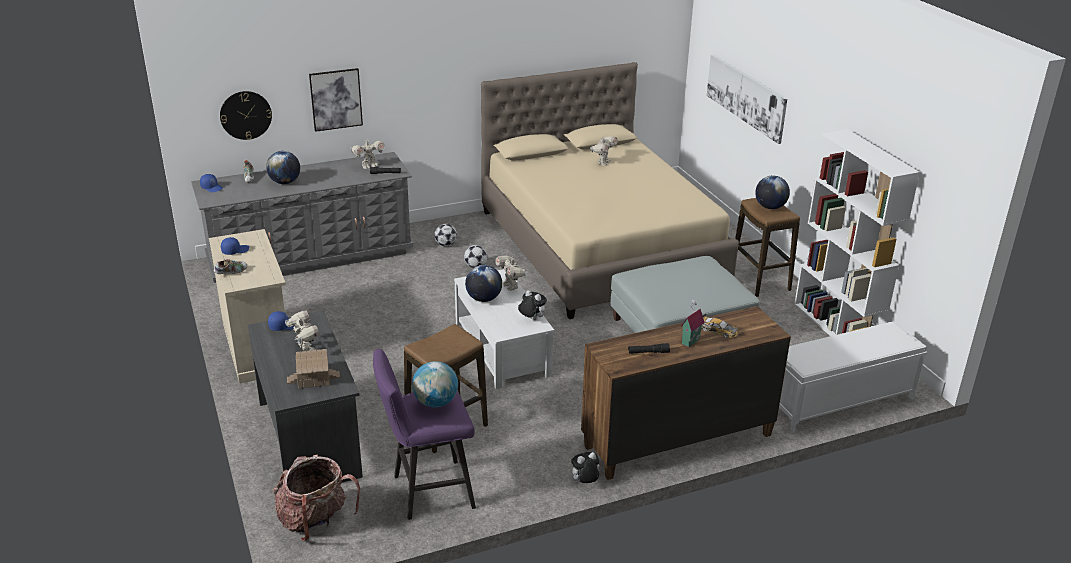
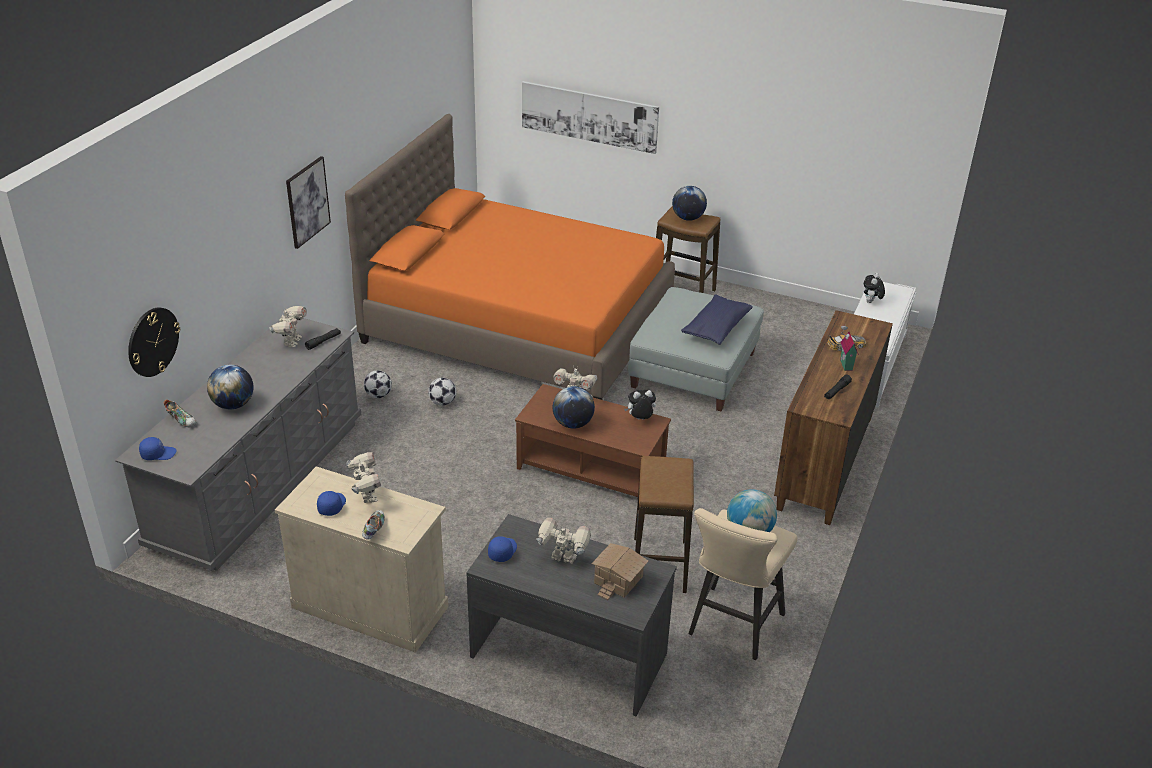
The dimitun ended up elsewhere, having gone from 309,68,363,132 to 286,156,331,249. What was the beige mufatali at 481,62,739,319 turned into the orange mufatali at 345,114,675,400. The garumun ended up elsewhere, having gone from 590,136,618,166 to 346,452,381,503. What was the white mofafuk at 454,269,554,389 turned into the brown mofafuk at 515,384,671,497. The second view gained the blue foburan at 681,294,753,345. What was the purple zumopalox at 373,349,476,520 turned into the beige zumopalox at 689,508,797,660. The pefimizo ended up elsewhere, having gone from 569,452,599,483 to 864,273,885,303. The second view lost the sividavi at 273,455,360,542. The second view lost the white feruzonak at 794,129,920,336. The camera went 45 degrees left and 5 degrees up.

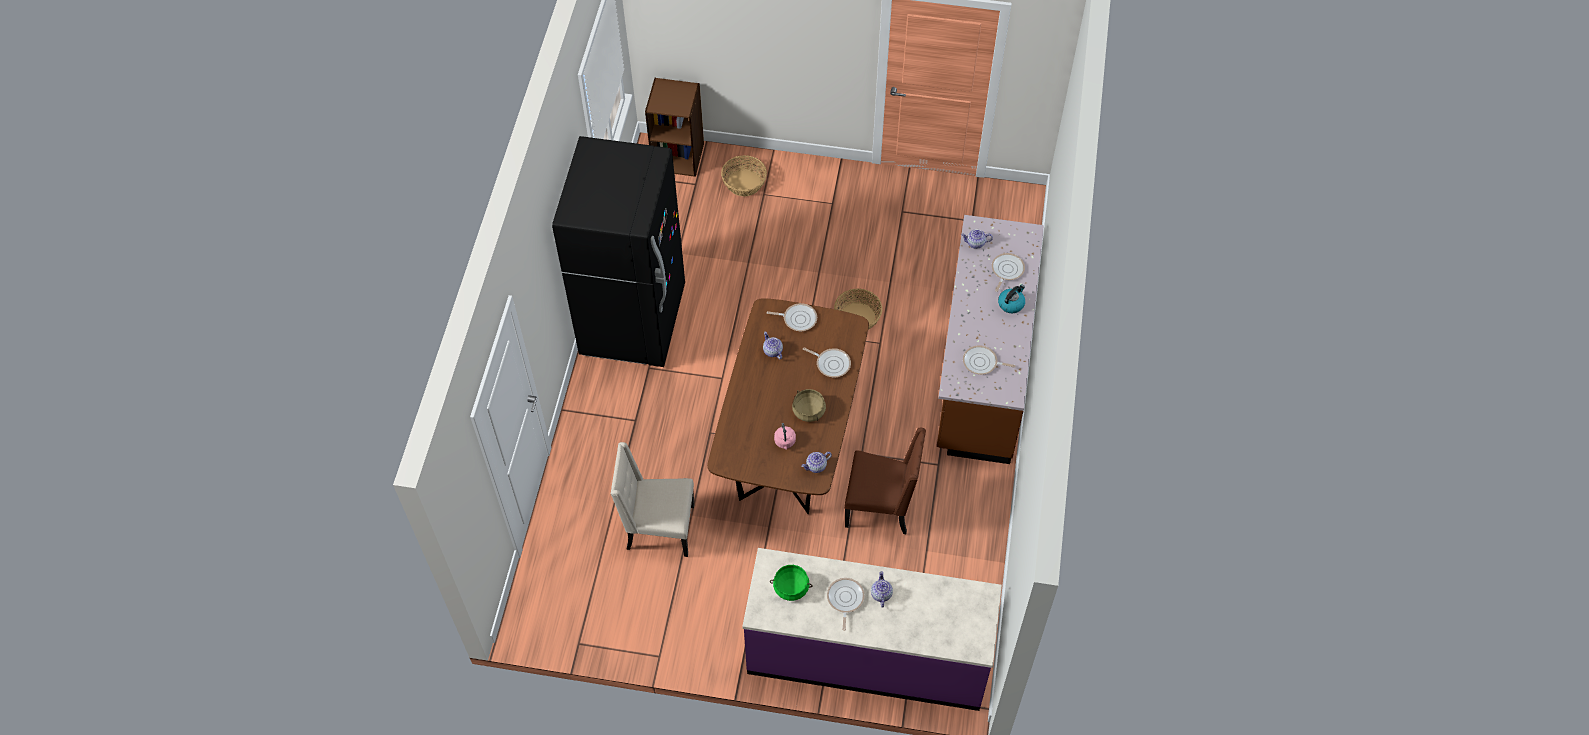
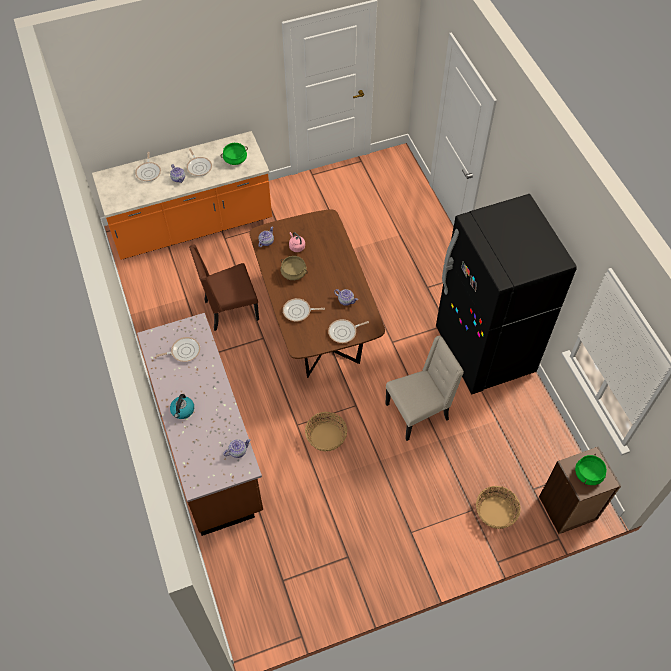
What was the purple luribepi at 742,548,1002,711 turned into the orange luribepi at 92,131,272,260. The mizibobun ended up elsewhere, having gone from 992,253,1025,292 to 135,152,161,182. The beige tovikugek ended up elsewhere, having gone from 611,442,694,557 to 385,335,464,441. The second view gained the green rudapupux at 575,454,607,485. The camera went 150 degrees right and 0 degrees up.

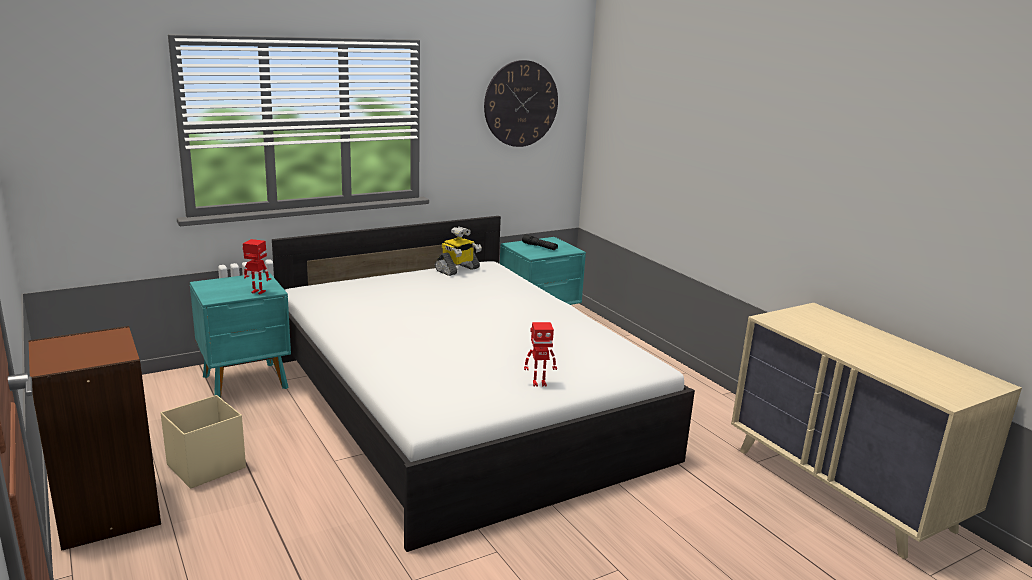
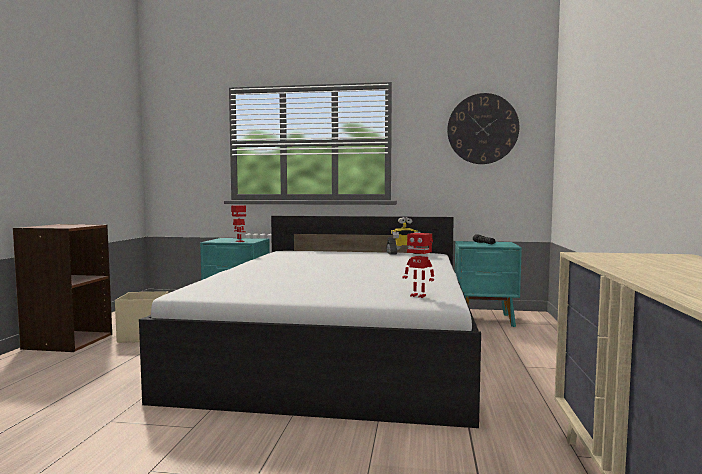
The garumun ended up elsewhere, having gone from 524,322,557,387 to 402,233,434,298. The camera went 40 degrees right and 15 degrees down.

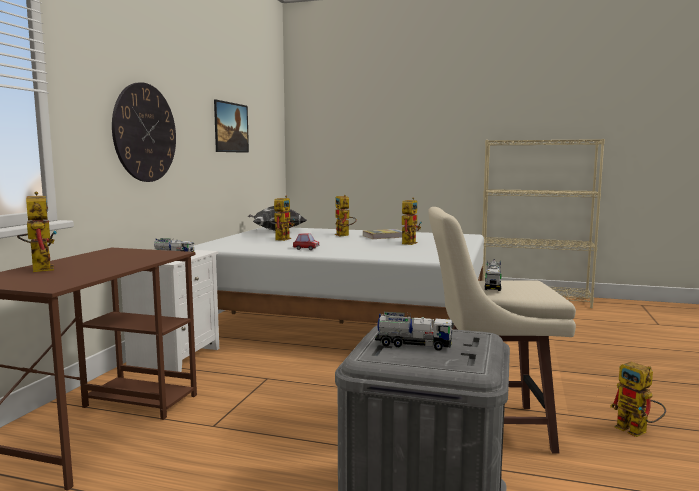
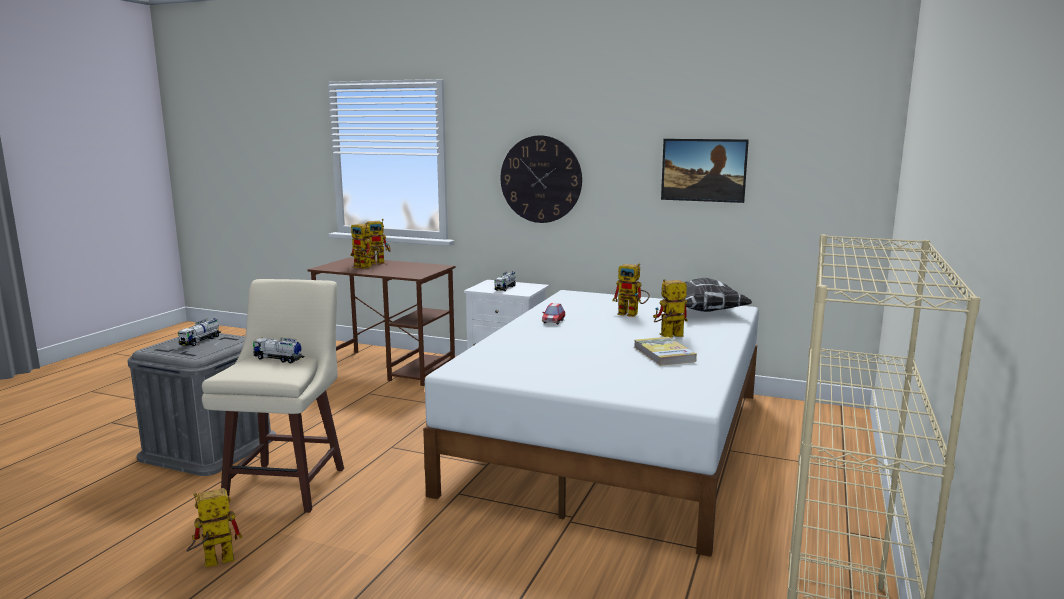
The garumun ended up elsewhere, having gone from 402,197,422,245 to 350,223,380,269. The camera went 95 degrees right and 5 degrees up.

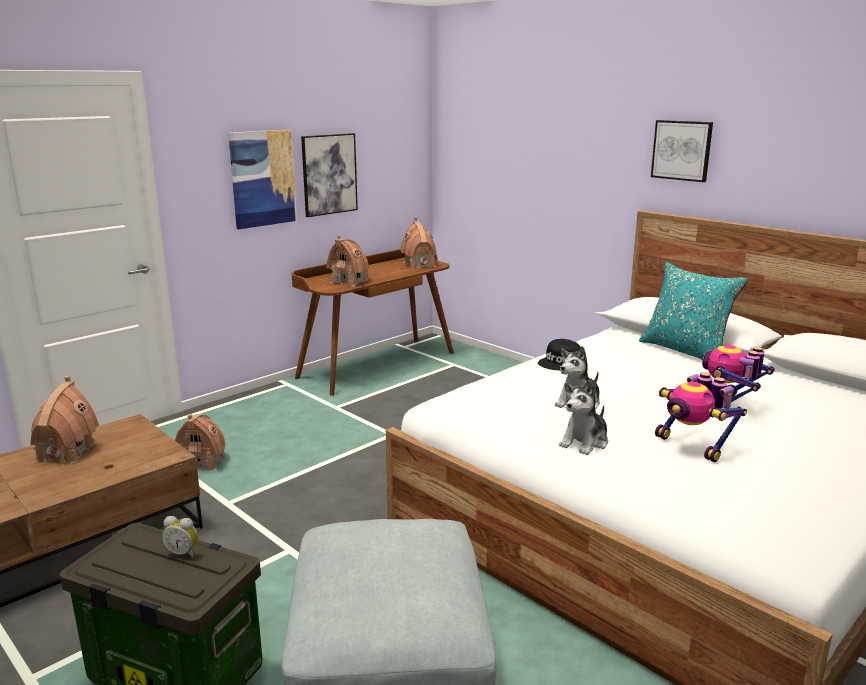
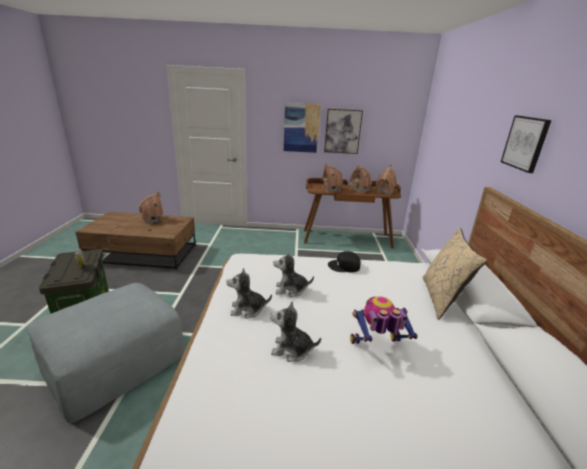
Where the garumun stood at 655,372,747,462, the pefimizo came to stand at 270,302,321,362. The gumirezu ended up elsewhere, having gone from 175,414,226,471 to 349,165,372,193. What was the turquoise foburan at 639,262,748,360 turned into the beige foburan at 422,228,487,320. The camera went 45 degrees right and 5 degrees up.

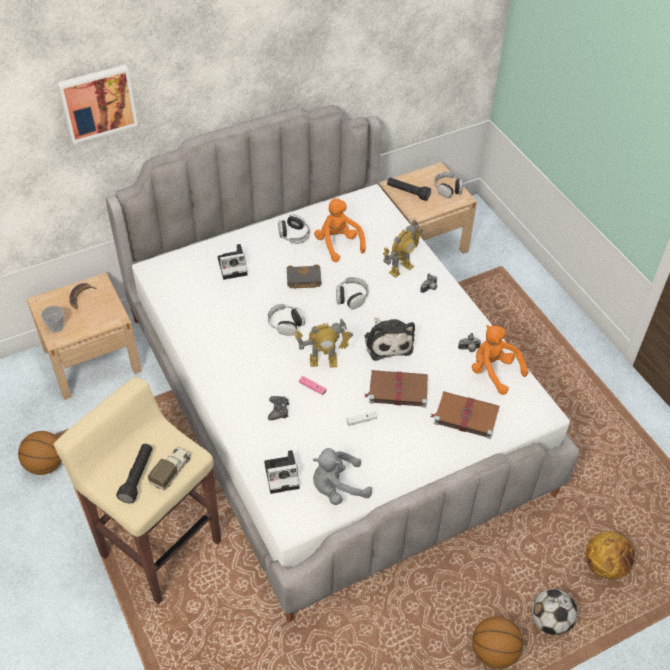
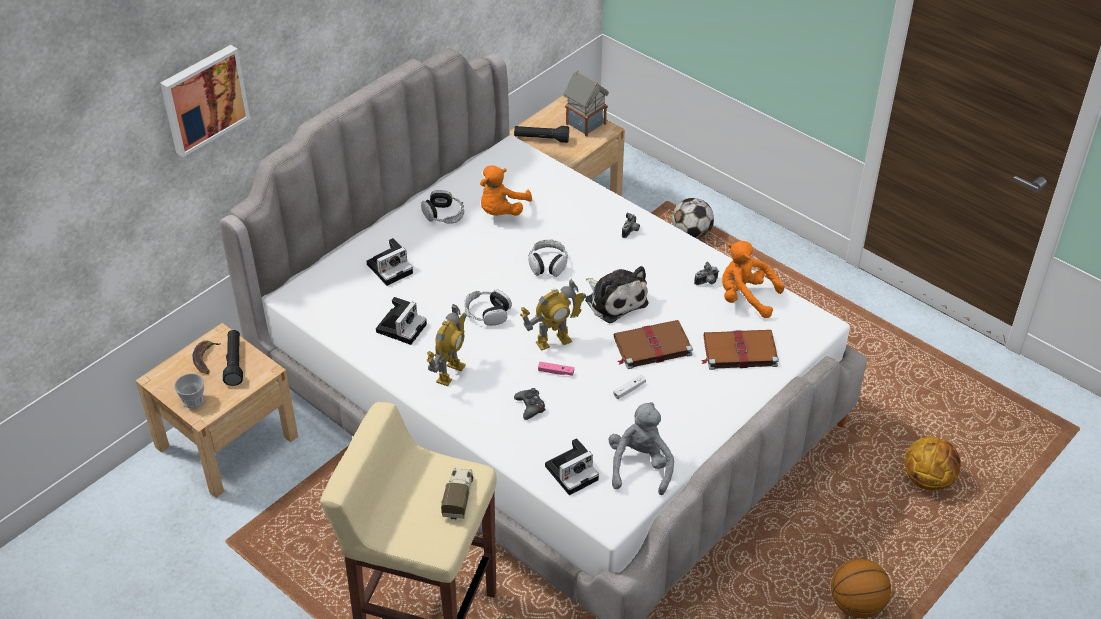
The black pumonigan ended up elsewhere, having gone from 116,444,153,503 to 223,330,243,386. The second view gained the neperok at 376,297,427,345. The garumun ended up elsewhere, having gone from 383,219,423,278 to 426,304,467,386. The orange pefimizo at 314,198,366,262 ended up facing another way, 105 degrees counterclockwise from before. Where the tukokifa stood at 434,172,463,198, the gumirezu came to stand at 564,71,609,137. The grey pefimizo at 313,448,372,505 ended up facing another way, 135 degrees clockwise from before. The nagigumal ended up elsewhere, having gone from 531,589,577,635 to 672,198,714,239. The second view lost the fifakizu at 18,431,62,475. The second view lost the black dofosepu at 287,264,321,288. The camera went 20 degrees left and 5 degrees down.

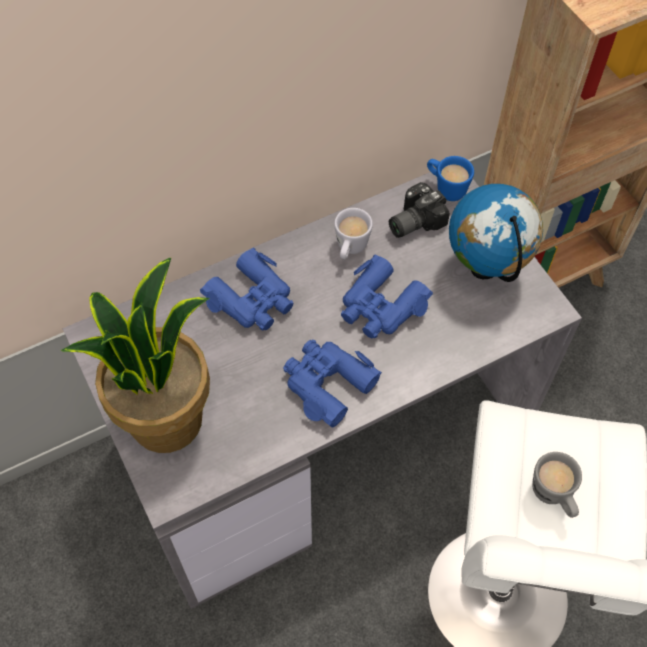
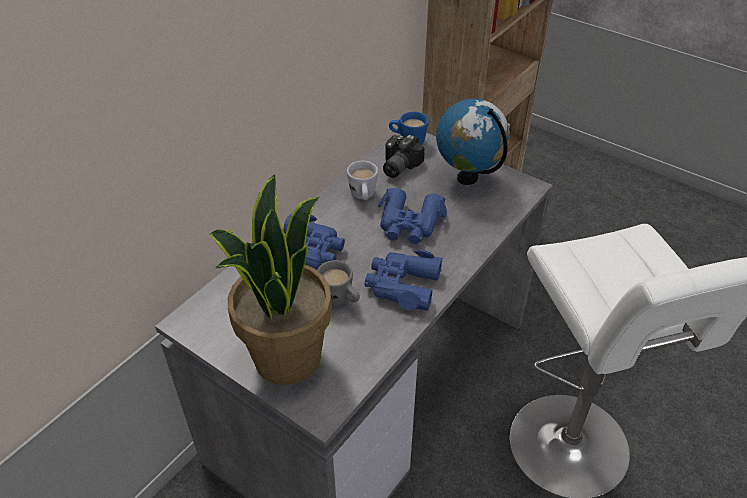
The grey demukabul ended up elsewhere, having gone from 532,452,582,518 to 317,260,360,305. The camera went 25 degrees left and 15 degrees down.

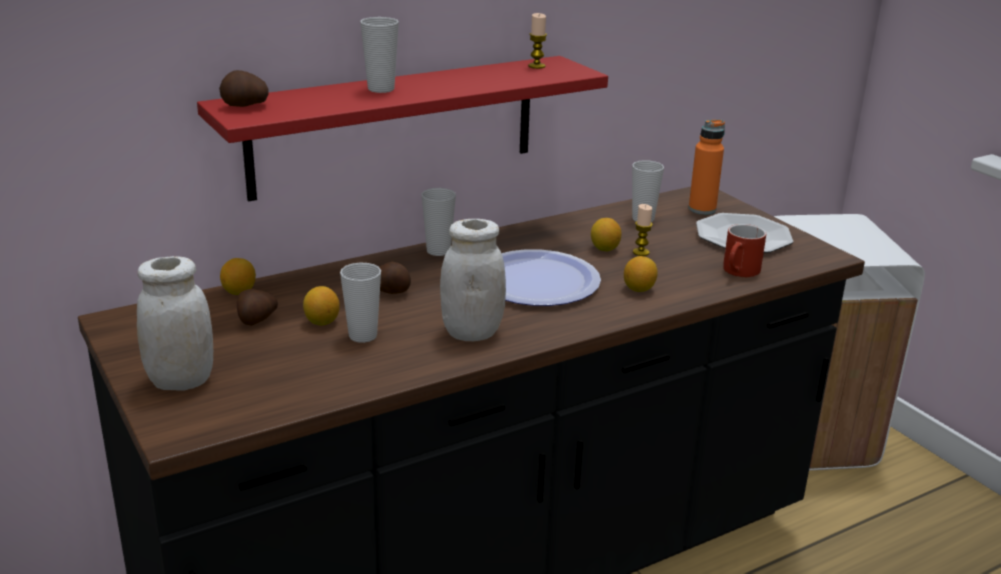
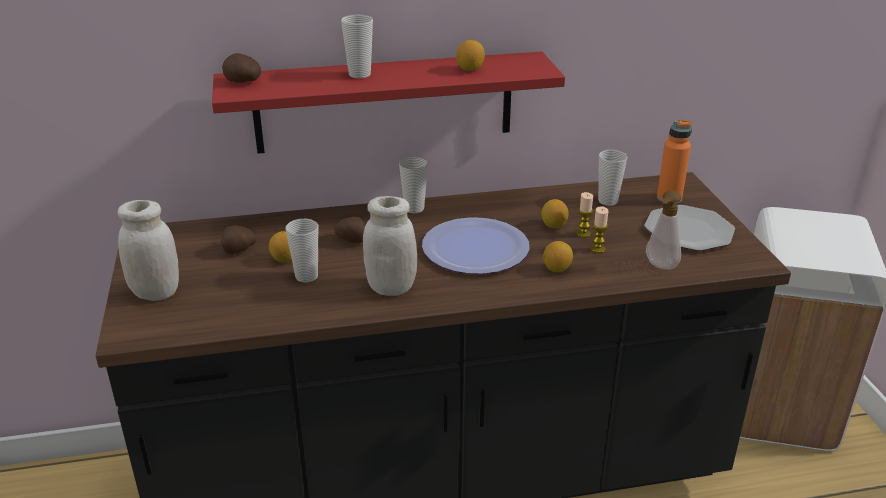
The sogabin ended up elsewhere, having gone from 220,258,256,295 to 456,40,485,71. The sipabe ended up elsewhere, having gone from 528,13,547,69 to 590,206,609,253. Where the red demukabul stood at 723,224,766,277, the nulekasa came to stand at 646,190,682,270. The camera went 20 degrees right and 5 degrees up.

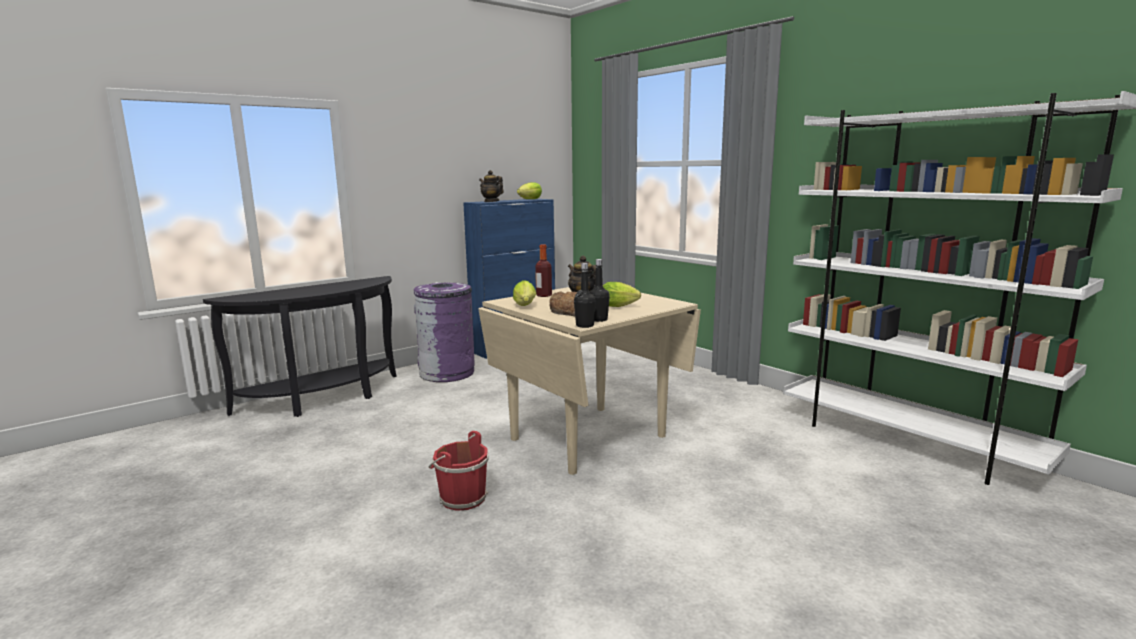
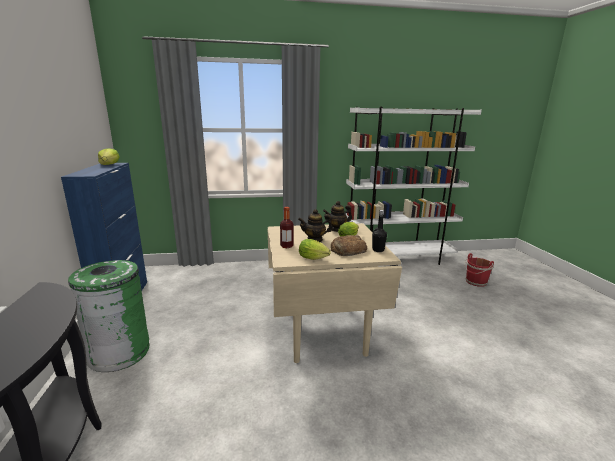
What was the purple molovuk at 414,282,475,382 turned into the green molovuk at 68,260,149,372. The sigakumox ended up elsewhere, having gone from 479,170,504,202 to 323,201,352,232. The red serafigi ended up elsewhere, having gone from 428,431,489,511 to 464,253,494,287. The second view lost the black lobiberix at 574,263,596,328. The camera went 60 degrees left and 5 degrees up.

